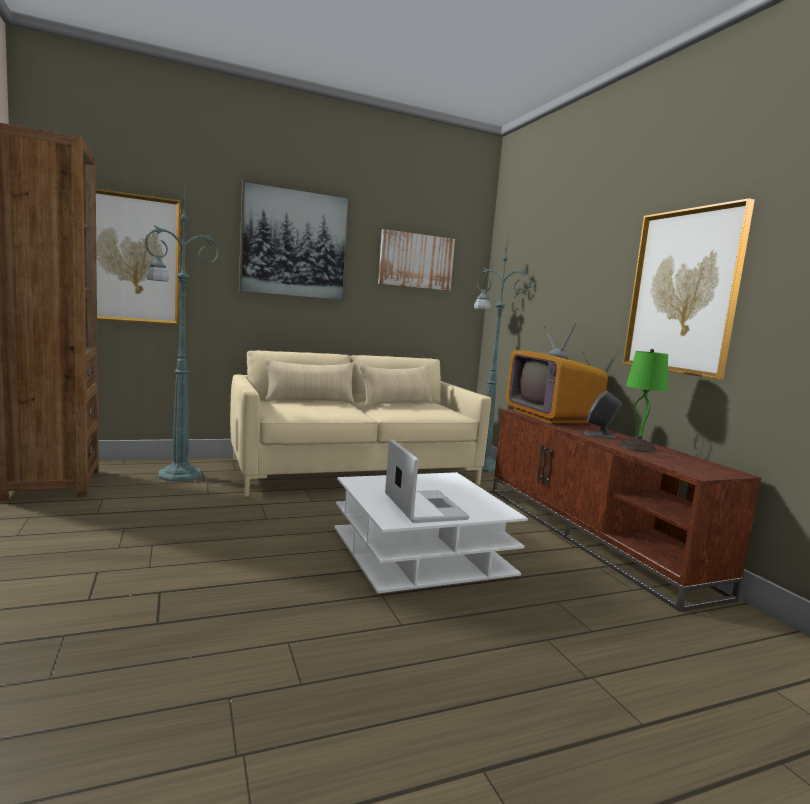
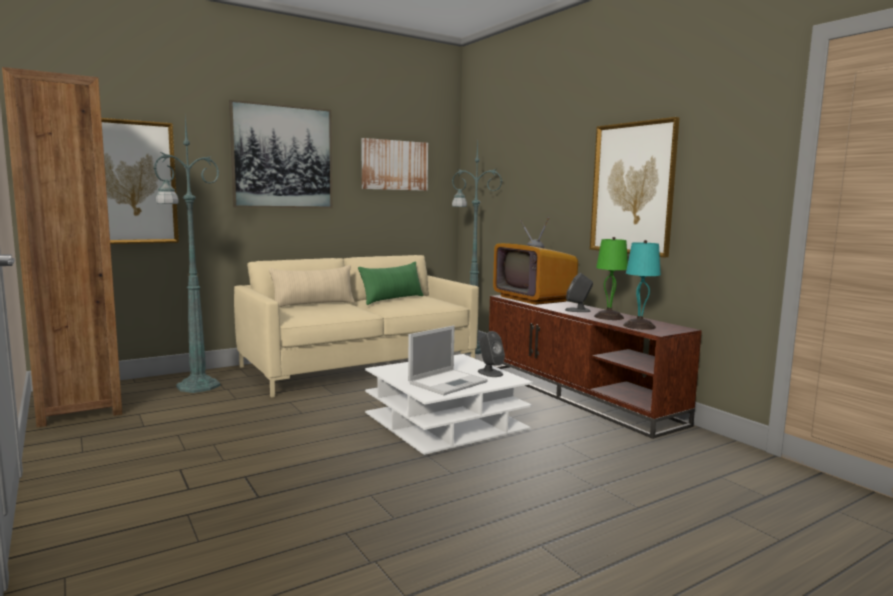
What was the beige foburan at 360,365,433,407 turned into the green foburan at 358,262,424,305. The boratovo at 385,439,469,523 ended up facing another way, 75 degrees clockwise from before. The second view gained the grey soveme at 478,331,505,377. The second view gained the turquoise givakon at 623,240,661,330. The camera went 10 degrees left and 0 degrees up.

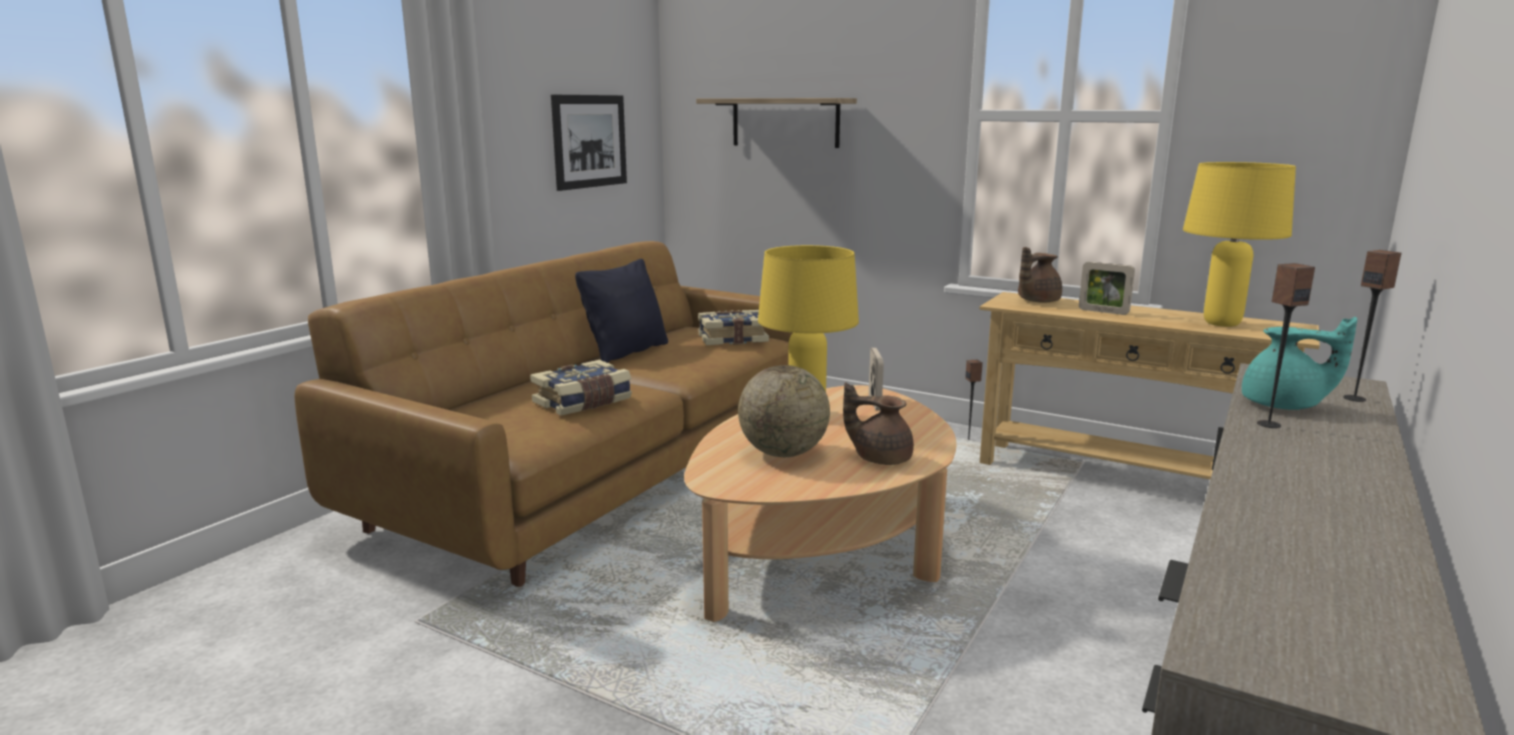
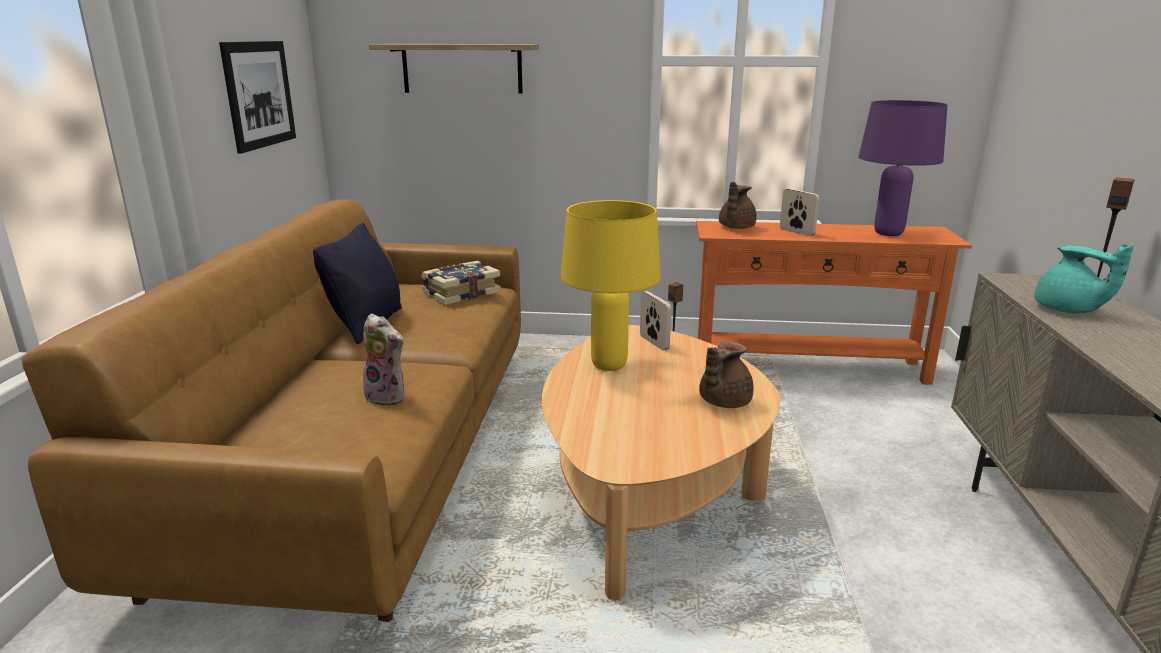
Where the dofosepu stood at 530,360,632,416, the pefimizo came to stand at 363,314,405,407. What was the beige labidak at 979,292,1320,479 turned into the orange labidak at 696,221,972,385. The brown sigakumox at 843,382,914,465 ended up facing another way, 45 degrees counterclockwise from before. The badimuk at 1079,262,1135,315 ended up facing another way, 135 degrees counterclockwise from before. What was the yellow givakon at 1183,162,1296,327 turned into the purple givakon at 859,100,948,236. The turquoise sigakumox at 1242,317,1357,410 ended up facing another way, 60 degrees clockwise from before. The second view lost the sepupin at 738,365,830,457. The second view lost the soveme at 1257,263,1315,428. The camera went 25 degrees left and 5 degrees up.

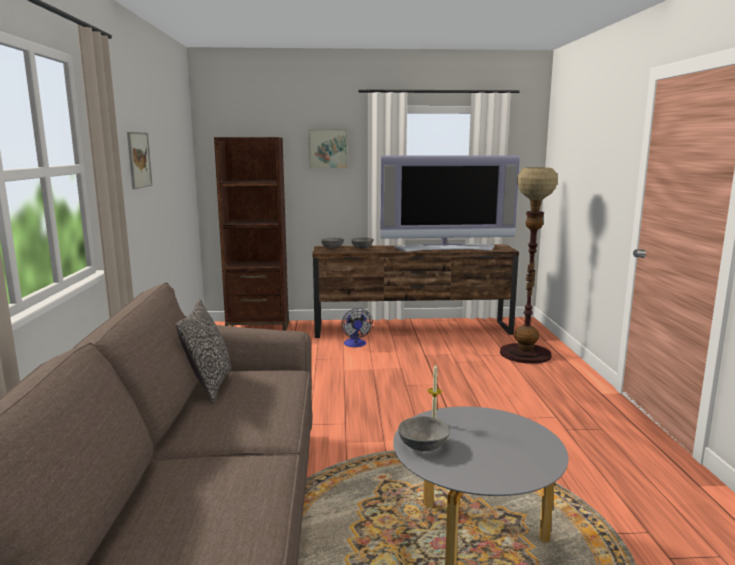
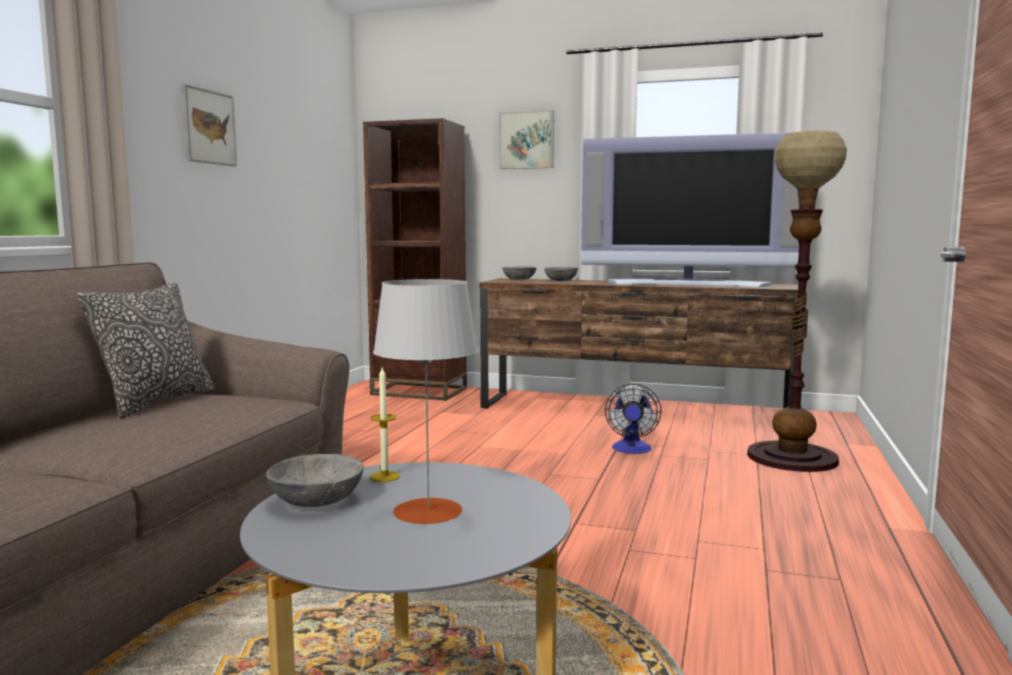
The second view gained the grey givakon at 373,279,478,525. The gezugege ended up elsewhere, having gone from 341,308,373,347 to 605,384,662,454. The camera went 20 degrees right and 5 degrees down.

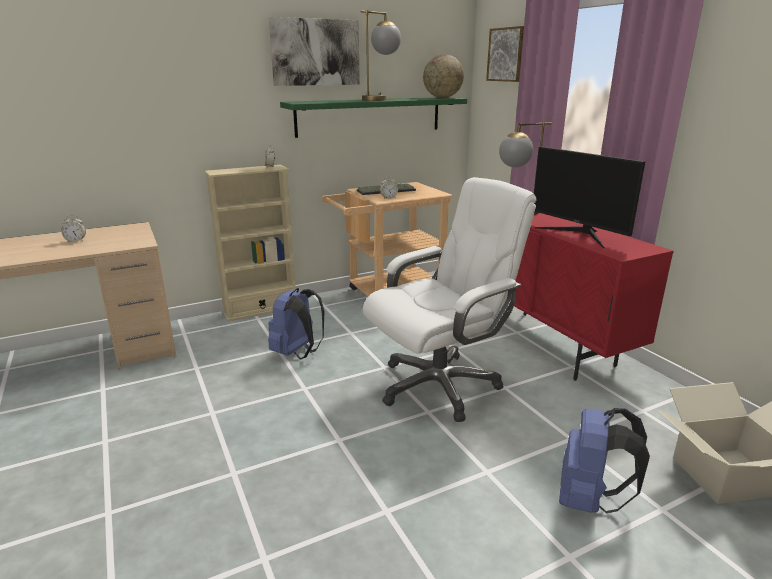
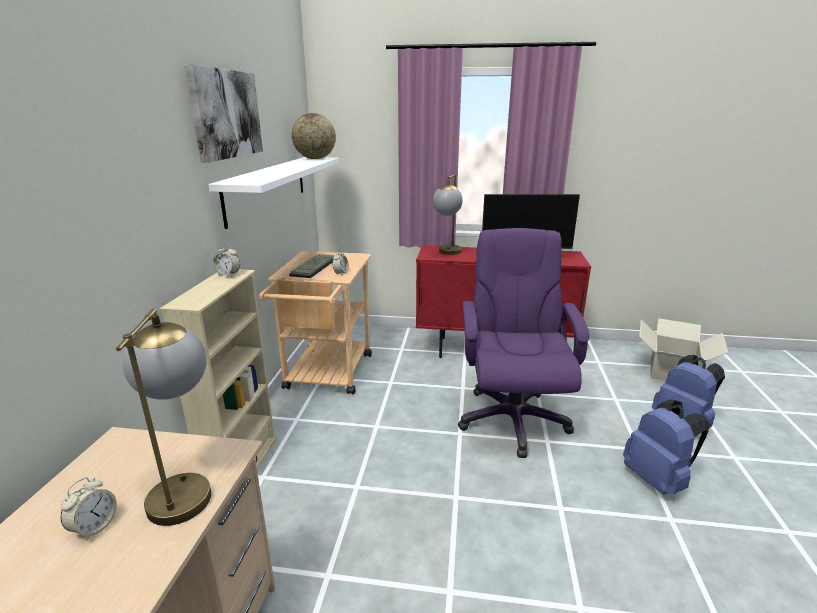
The givakon ended up elsewhere, having gone from 360,10,401,101 to 116,308,211,526. What was the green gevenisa at 280,97,467,138 turned into the white gevenisa at 208,157,339,229. What was the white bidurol at 363,177,536,422 turned into the purple bidurol at 458,228,589,458. The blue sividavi ended up elsewhere, having gone from 268,288,324,359 to 623,399,709,495. The second view lost the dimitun at 486,26,524,82. The camera went 55 degrees left and 0 degrees up.

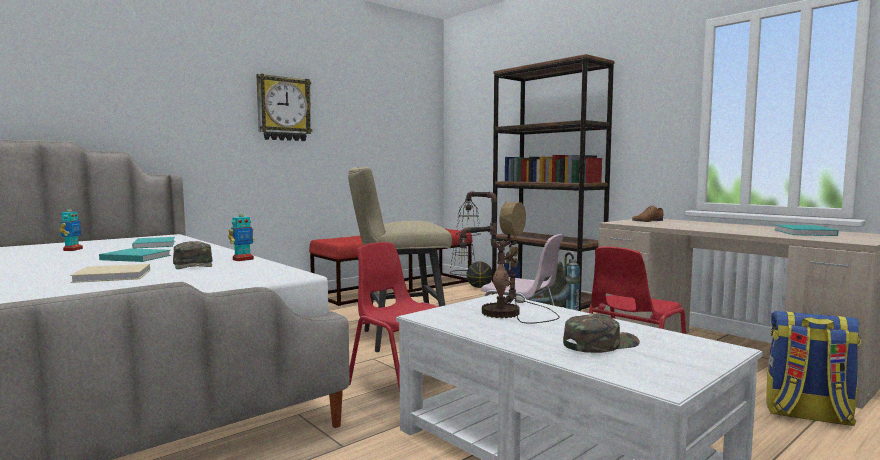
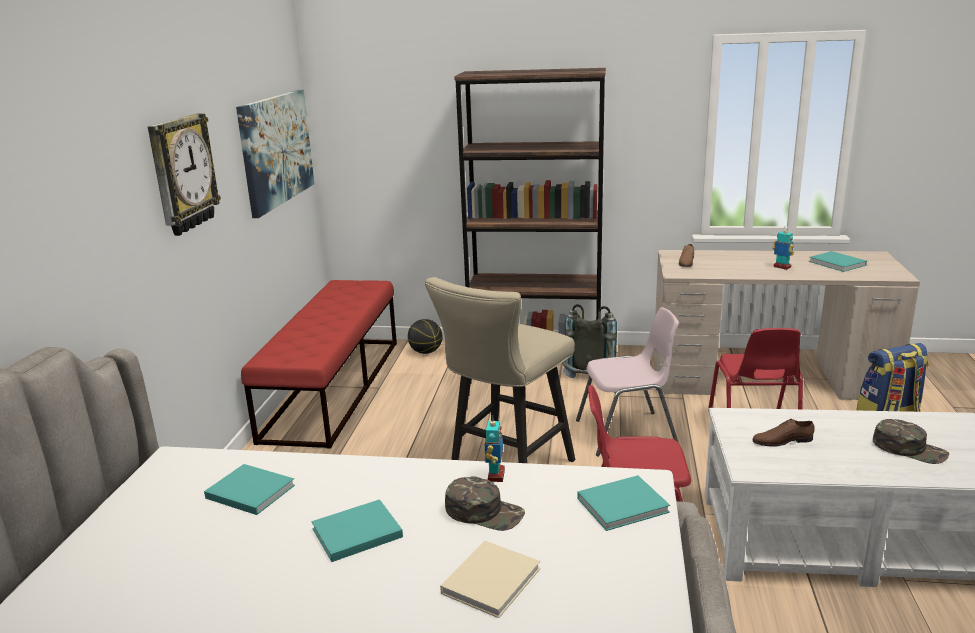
The second view gained the dimitun at 236,90,314,218. The second view gained the turquoise dofosepu at 578,475,670,531. Where the givakon stood at 450,191,560,324, the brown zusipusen came to stand at 752,419,814,446. The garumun ended up elsewhere, having gone from 59,206,83,251 to 773,226,794,270. The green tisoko at 563,314,640,353 ended up facing another way, 105 degrees clockwise from before. The camera went 40 degrees left and 15 degrees up.

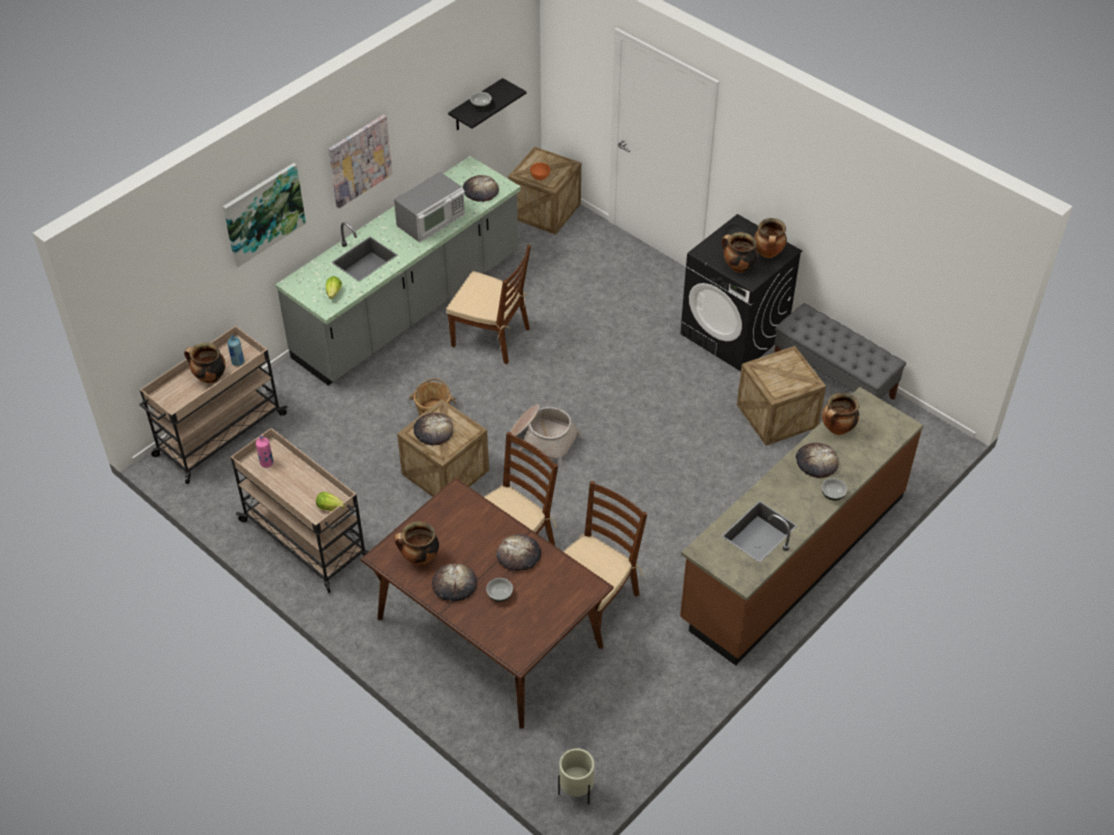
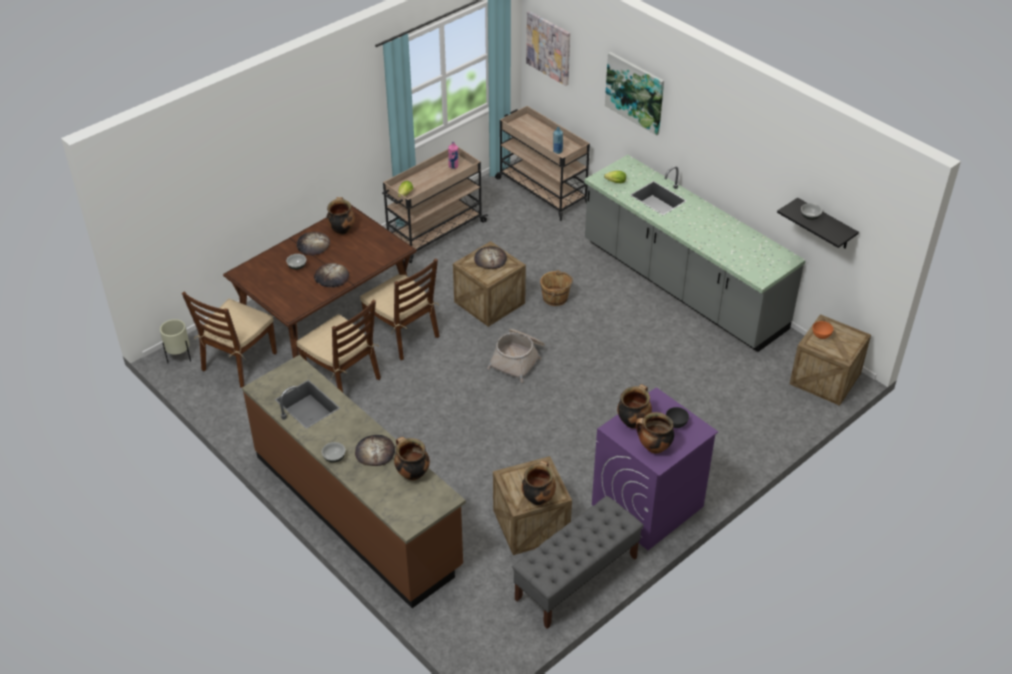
The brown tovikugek ended up elsewhere, having gone from 446,245,531,364 to 182,292,277,388. The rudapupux ended up elsewhere, having gone from 184,342,226,383 to 522,461,556,505. The dimitun ended up elsewhere, having gone from 329,115,392,208 to 526,11,570,86. What was the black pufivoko at 680,214,802,371 turned into the purple pufivoko at 592,387,718,550. The second view lost the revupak at 394,172,465,242. The second view lost the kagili at 462,175,499,202. The camera went 95 degrees right and 5 degrees down.

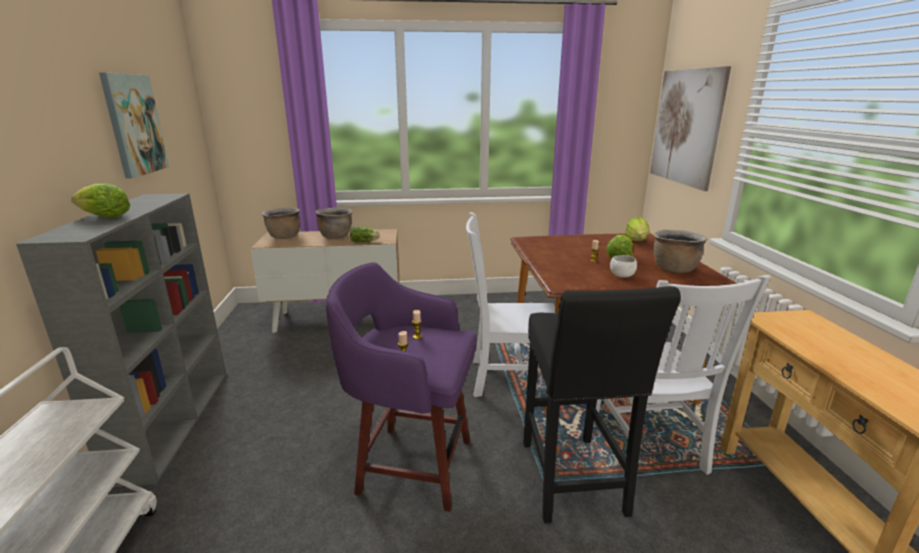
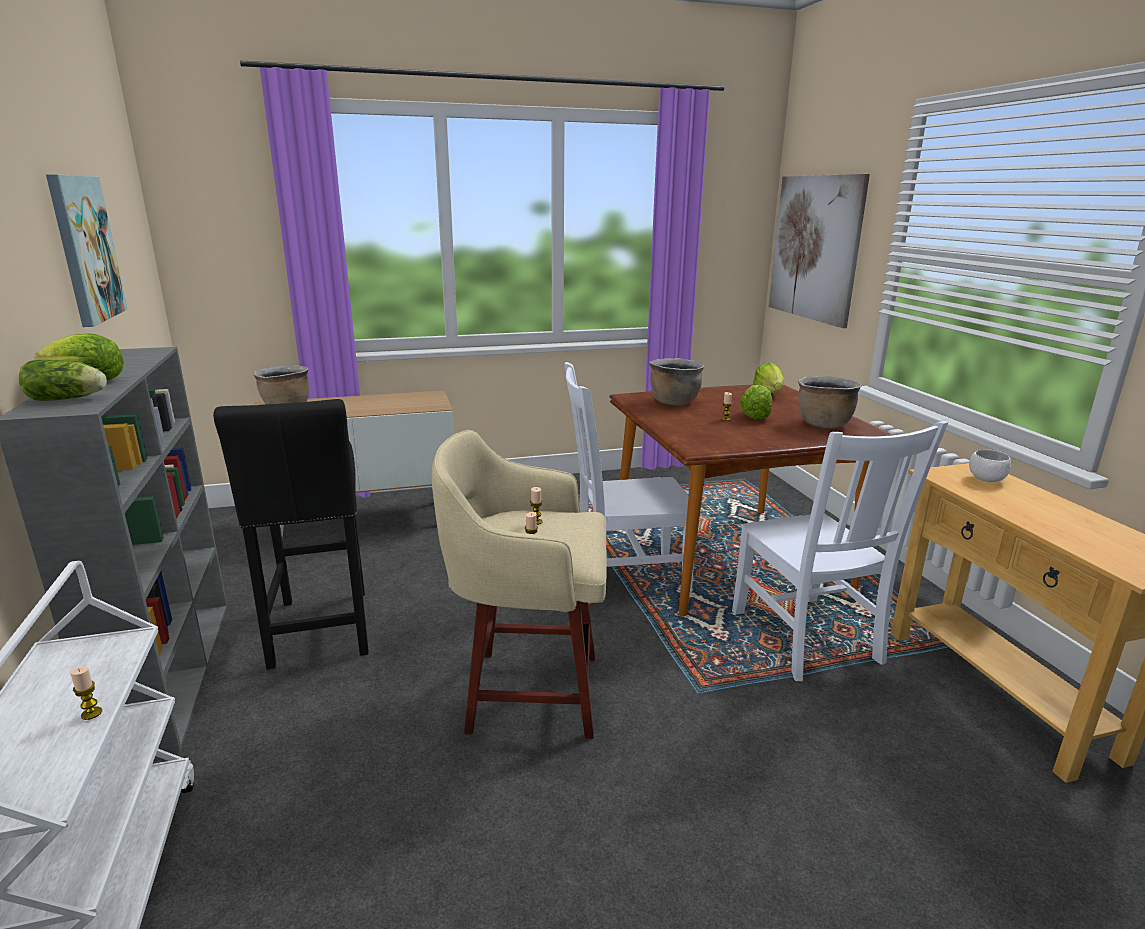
The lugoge ended up elsewhere, having gone from 350,226,379,242 to 19,360,107,401. The second view gained the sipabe at 70,666,102,720. The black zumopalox ended up elsewhere, having gone from 523,286,681,524 to 213,399,368,669. What was the purple zumopalox at 326,262,477,512 turned into the beige zumopalox at 432,430,607,739. The brown rudapupux ended up elsewhere, having gone from 316,208,353,239 to 649,358,705,405. The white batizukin ended up elsewhere, having gone from 610,255,637,278 to 969,450,1011,482. The camera went 10 degrees left and 0 degrees up.

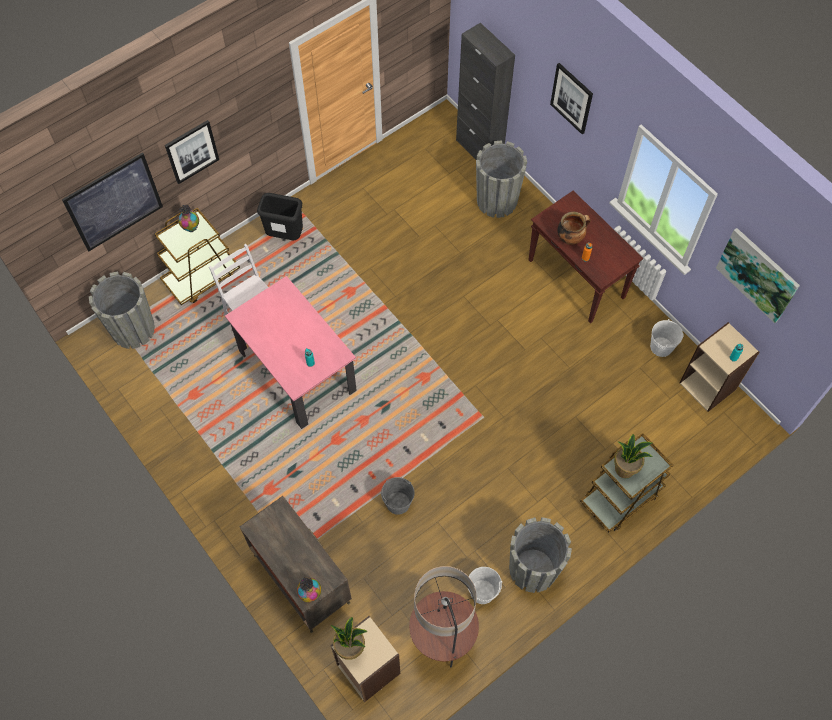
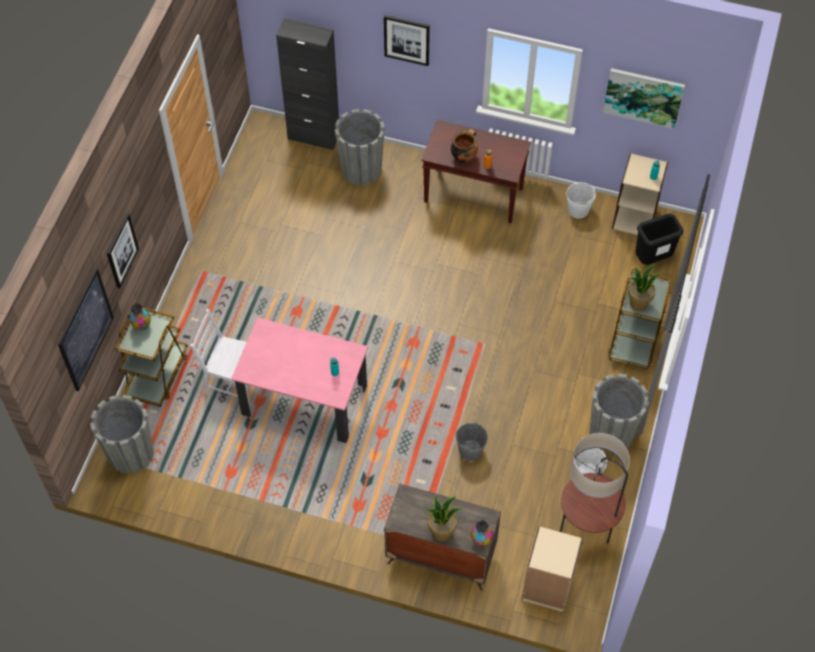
The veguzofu ended up elsewhere, having gone from 331,617,367,660 to 425,496,462,541. The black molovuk ended up elsewhere, having gone from 257,193,303,240 to 635,214,683,265. The camera went 35 degrees left and 5 degrees down.

